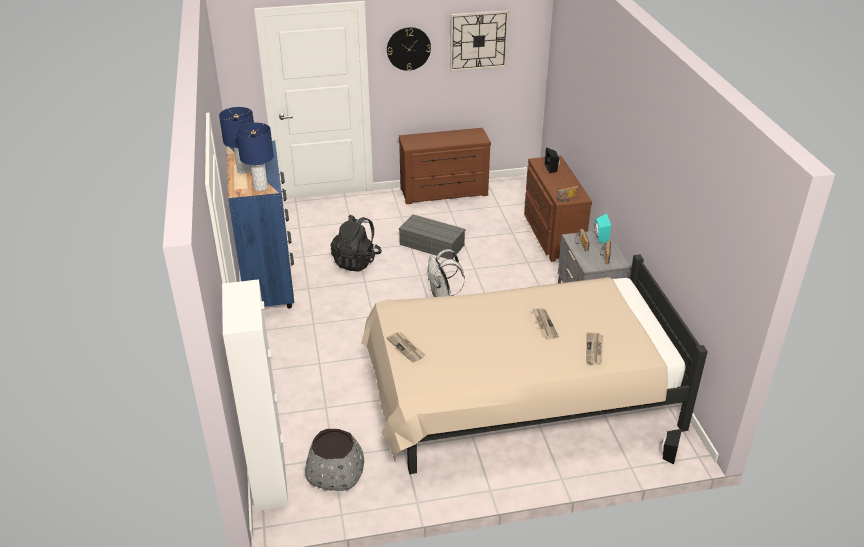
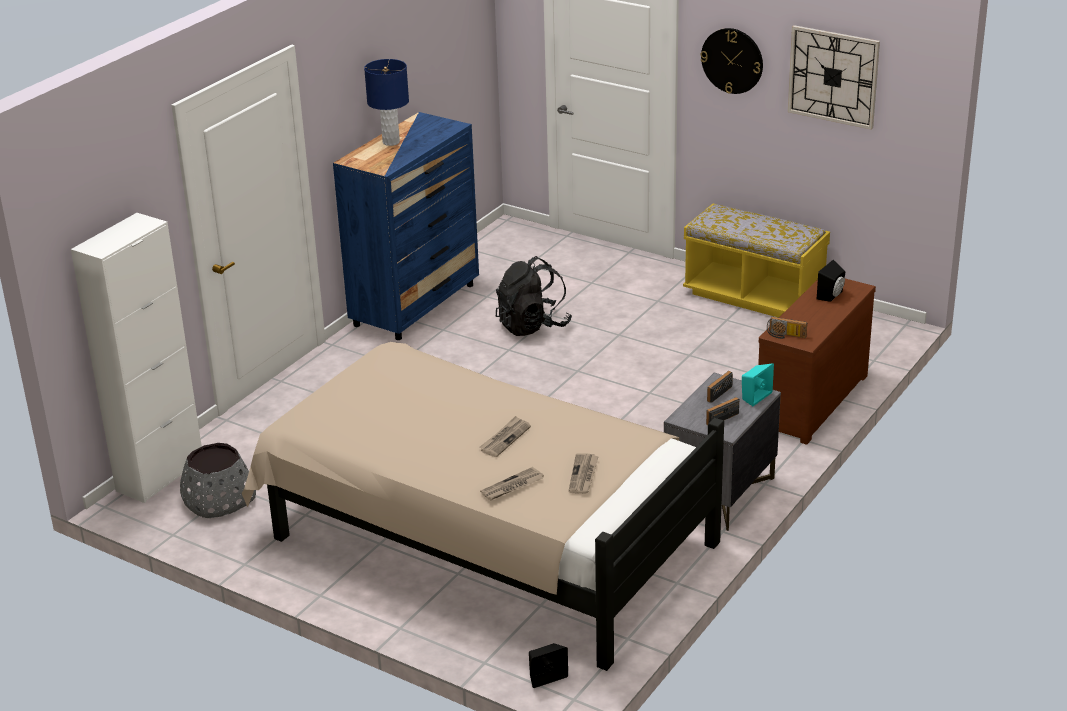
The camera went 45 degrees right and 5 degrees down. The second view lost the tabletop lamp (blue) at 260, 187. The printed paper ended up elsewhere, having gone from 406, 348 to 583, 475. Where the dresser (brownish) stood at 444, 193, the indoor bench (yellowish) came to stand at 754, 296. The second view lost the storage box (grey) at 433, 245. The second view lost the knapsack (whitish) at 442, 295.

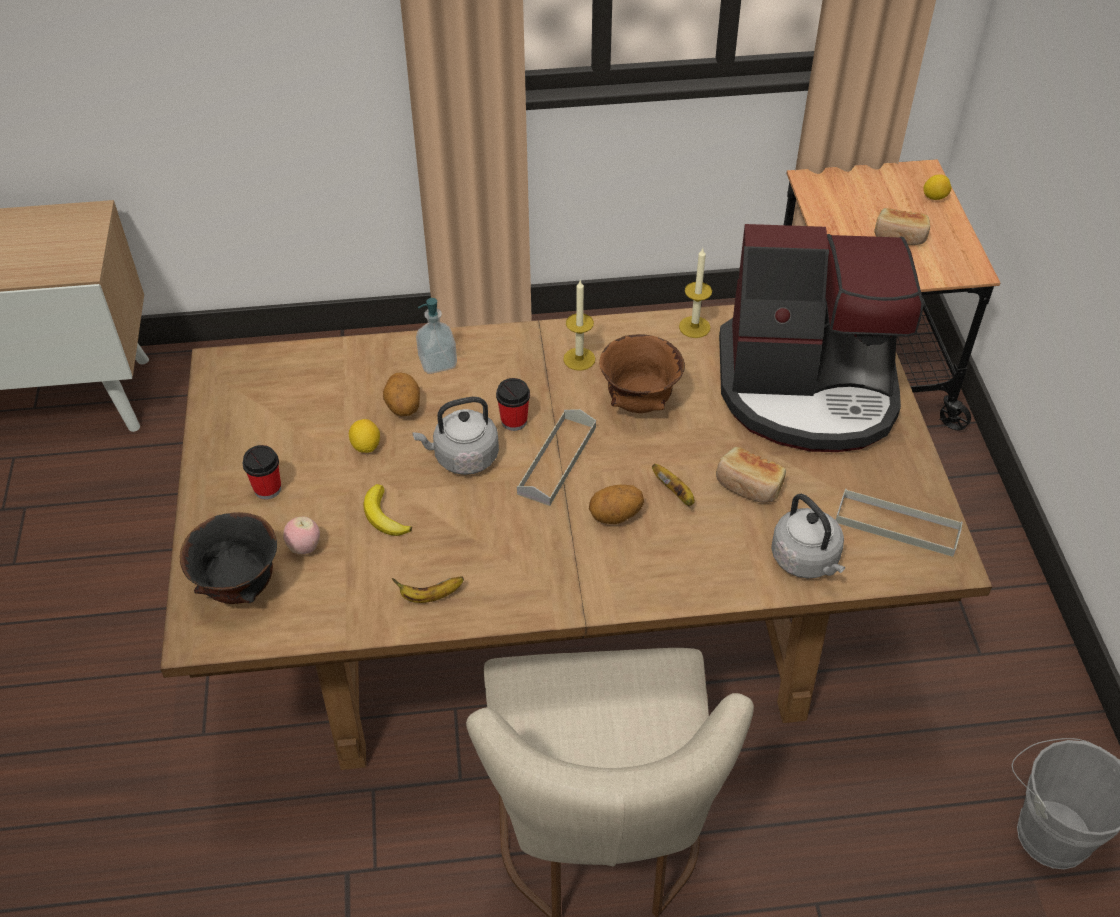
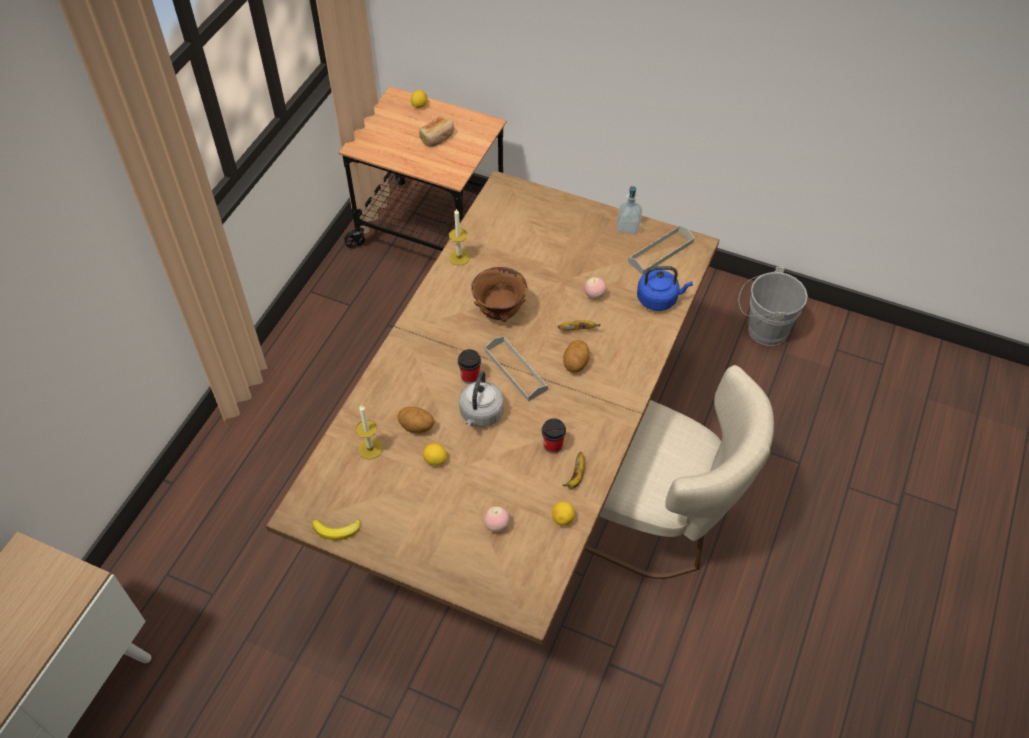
The camera went 60 degrees left and 5 degrees up. The second view lost the serving bowl (black) at 240, 589. The small cup ended up elsewhere, having gone from 267, 489 to 553, 445. The banana ended up elsewhere, having gone from 384, 516 to 337, 530. The liquid soap bottle ended up elsewhere, having gone from 438, 362 to 628, 226. The candle ended up elsewhere, having gone from 579, 359 to 370, 449. Where the bread stood at 748, 486, the apple came to stand at 594, 296. The second view lost the coffee maker at 808, 390. What was the water kettle (grey) at 807, 560 turned into the water kettle (blue) at 659, 299. The second view gained the citrus fruit at 562, 518.

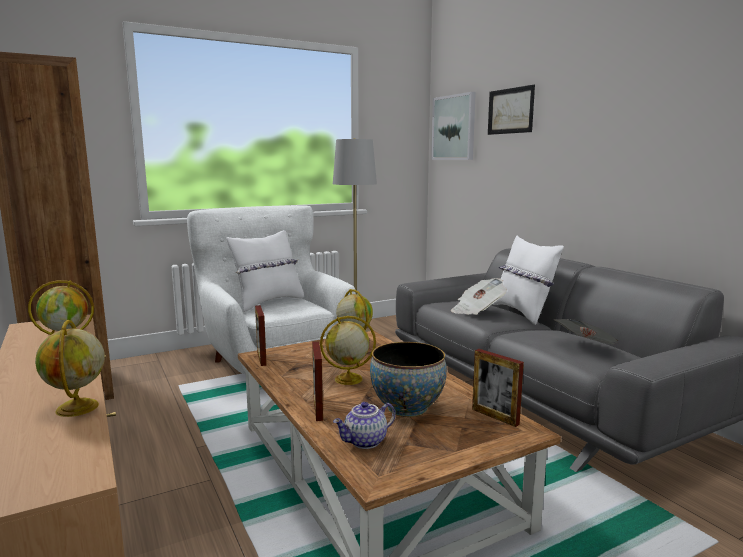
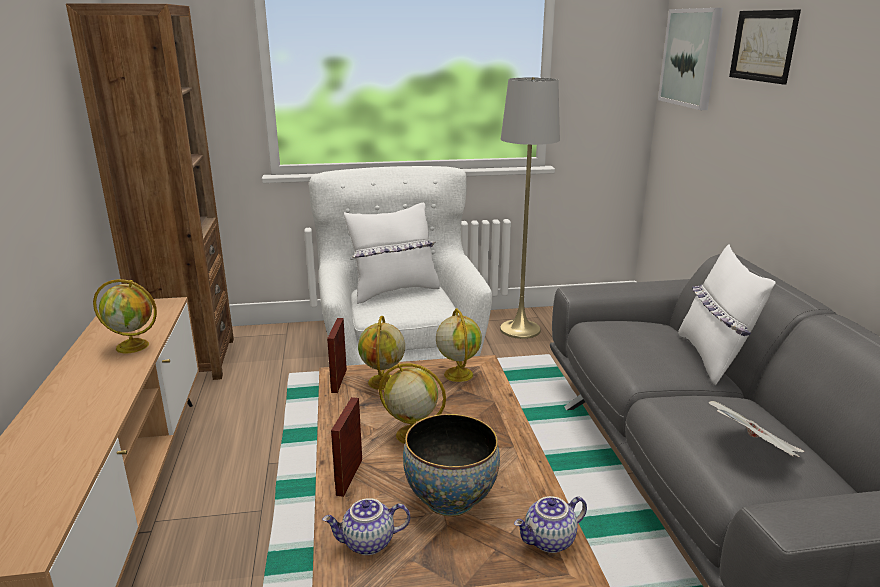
The camera went 20 degrees right and 10 degrees up. The world globe ended up elsewhere, having gone from 77, 408 to 383, 382. The second view lost the printed paper at 477, 310. Where the picture frame stood at 495, 416, the pot for tea came to stand at 549, 541.

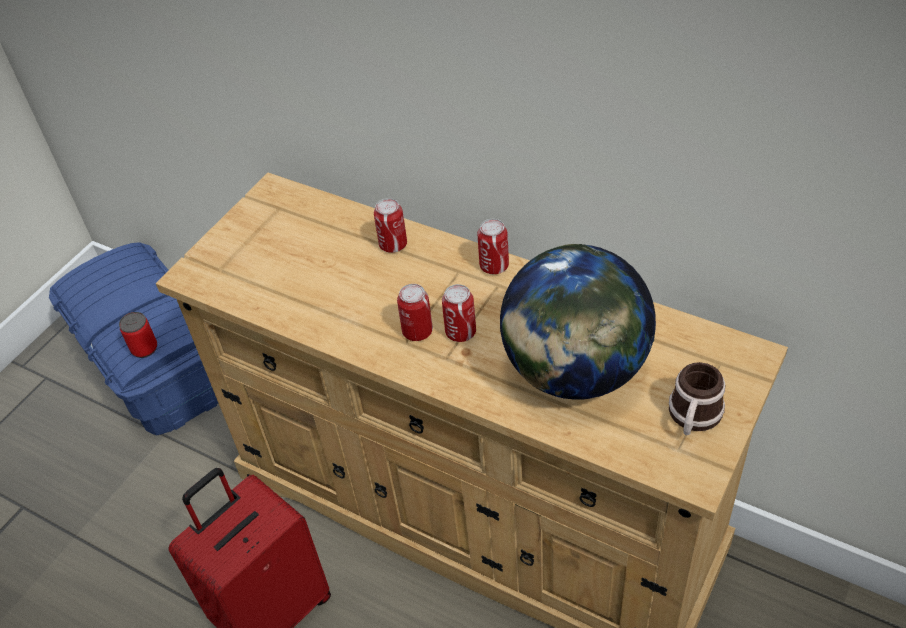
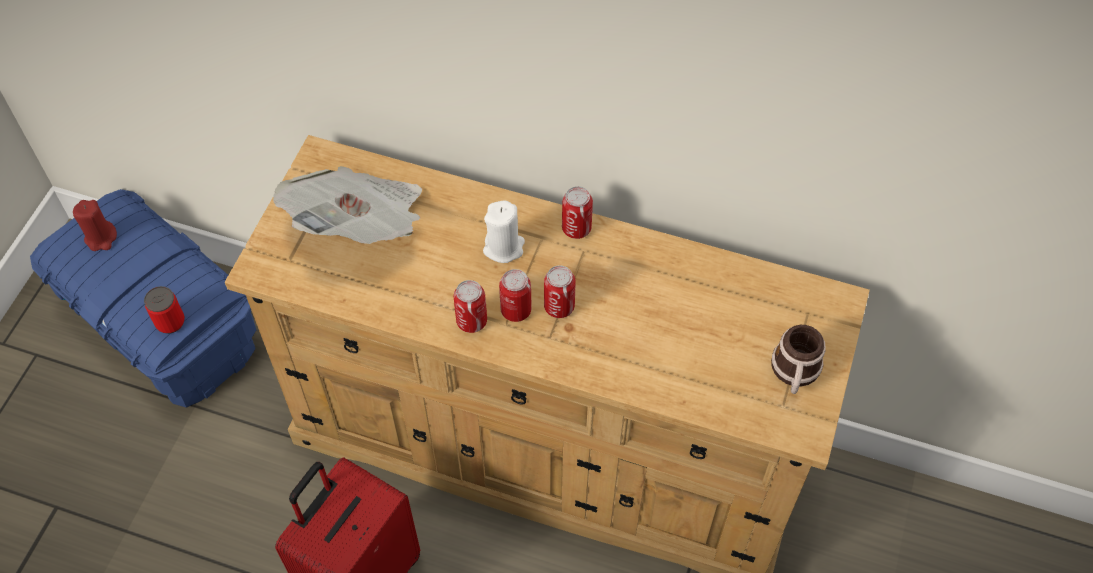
The camera went 15 degrees left and 10 degrees up. The can ended up elsewhere, having gone from 393, 245 to 471, 321. The second view lost the world globe at 574, 371. The second view gained the candle (reddish) at 101, 238. The second view gained the printed paper at 360, 225. The second view gained the candle (whitish) at 504, 247.

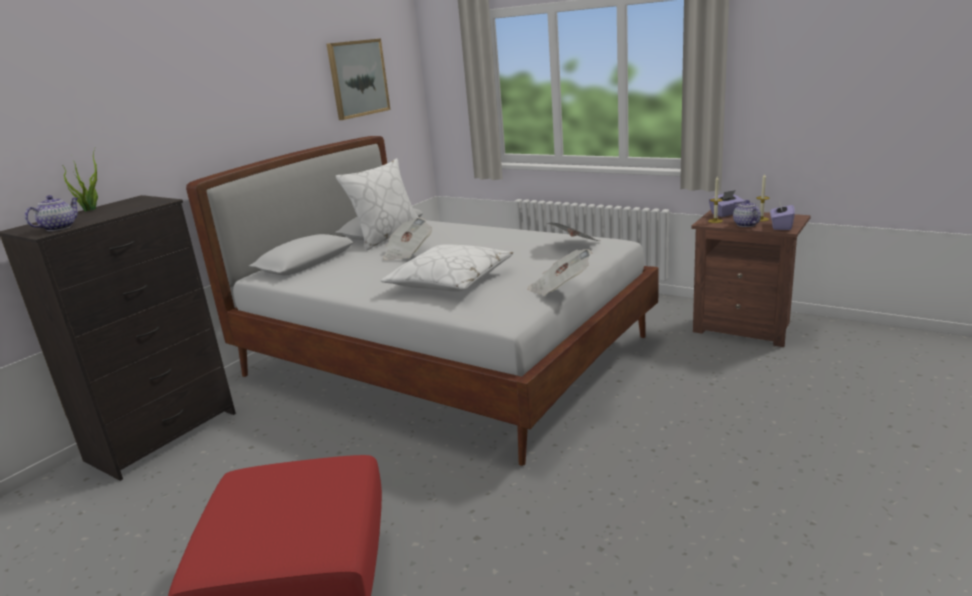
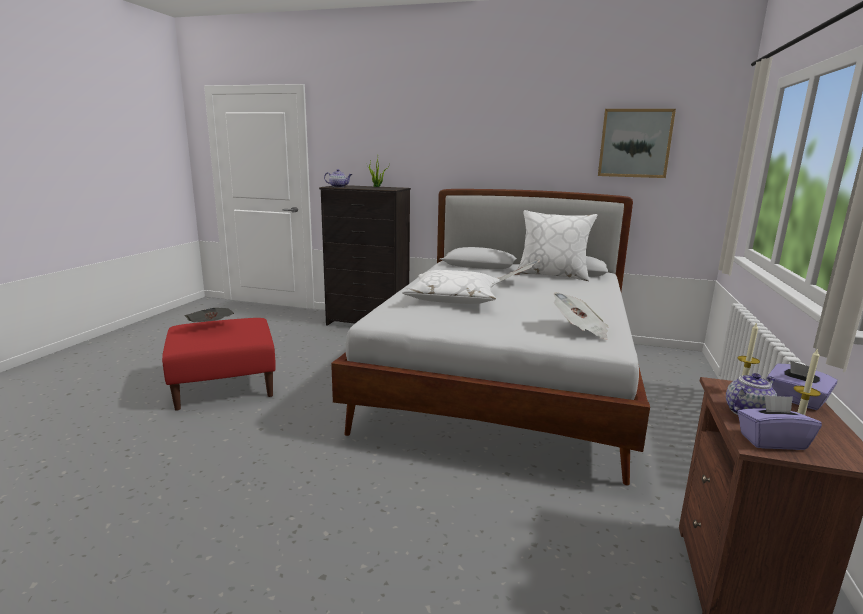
The camera went 70 degrees right and 5 degrees down. The printed paper ended up elsewhere, having gone from 559, 288 to 211, 327.

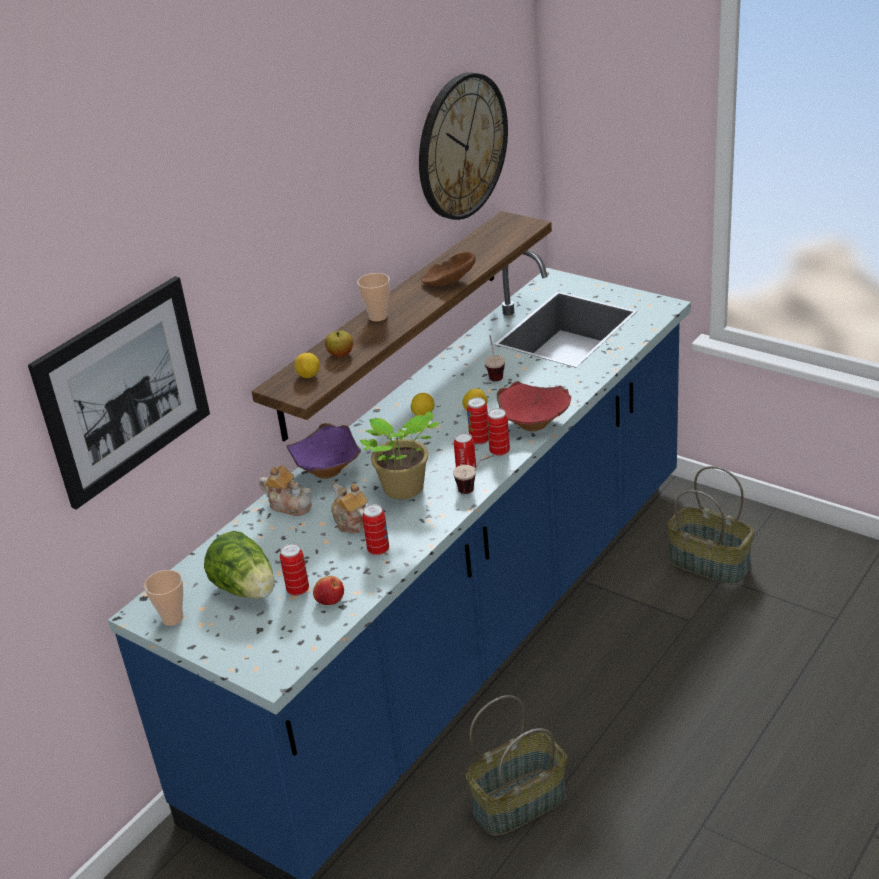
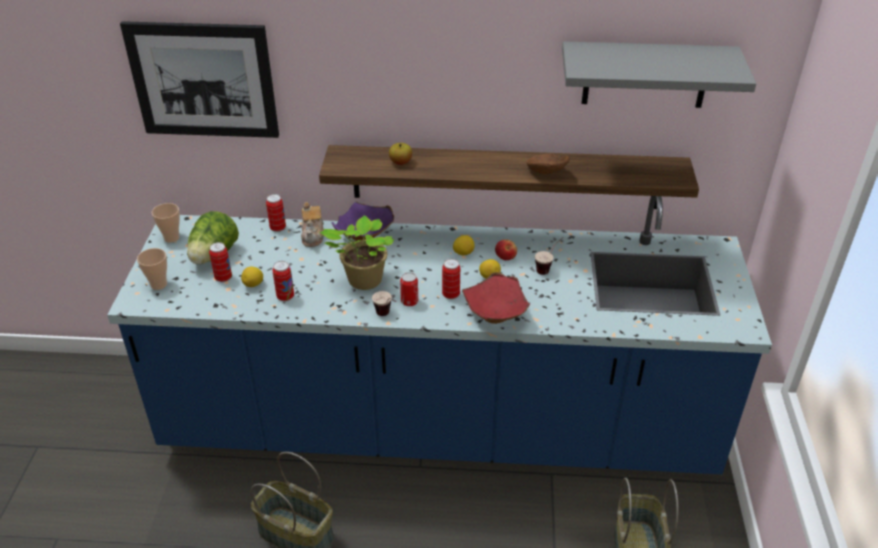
The camera went 55 degrees right and 5 degrees up. The citrus fruit ended up elsewhere, having gone from 308, 376 to 253, 284. The apple ended up elsewhere, having gone from 330, 599 to 505, 256. The second view lost the pot for tea at 351, 522. The small cup ended up elsewhere, having gone from 378, 317 to 159, 284. Where the clock on the wall hung at 461, 146, the wall shelf (grey) came to hang at 645, 75. The can ended up elsewhere, having gone from 499, 451 to 278, 228.

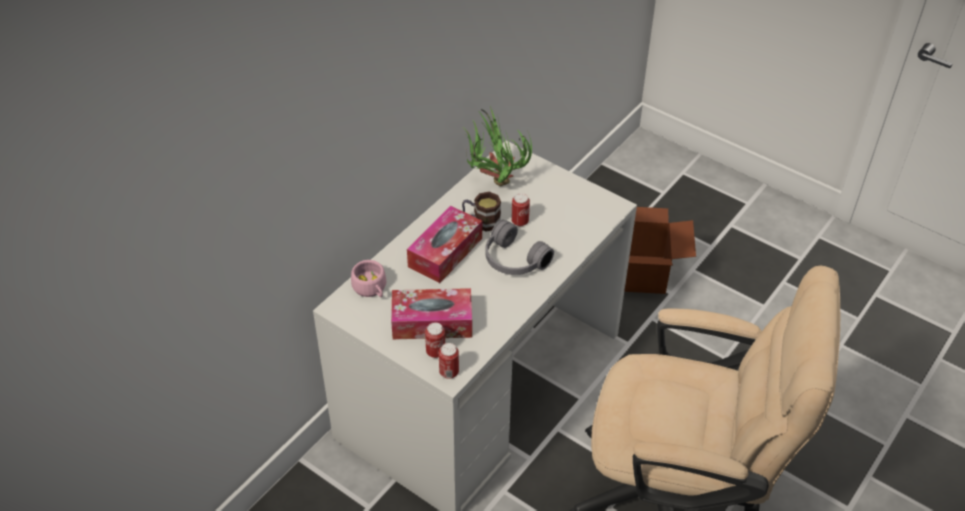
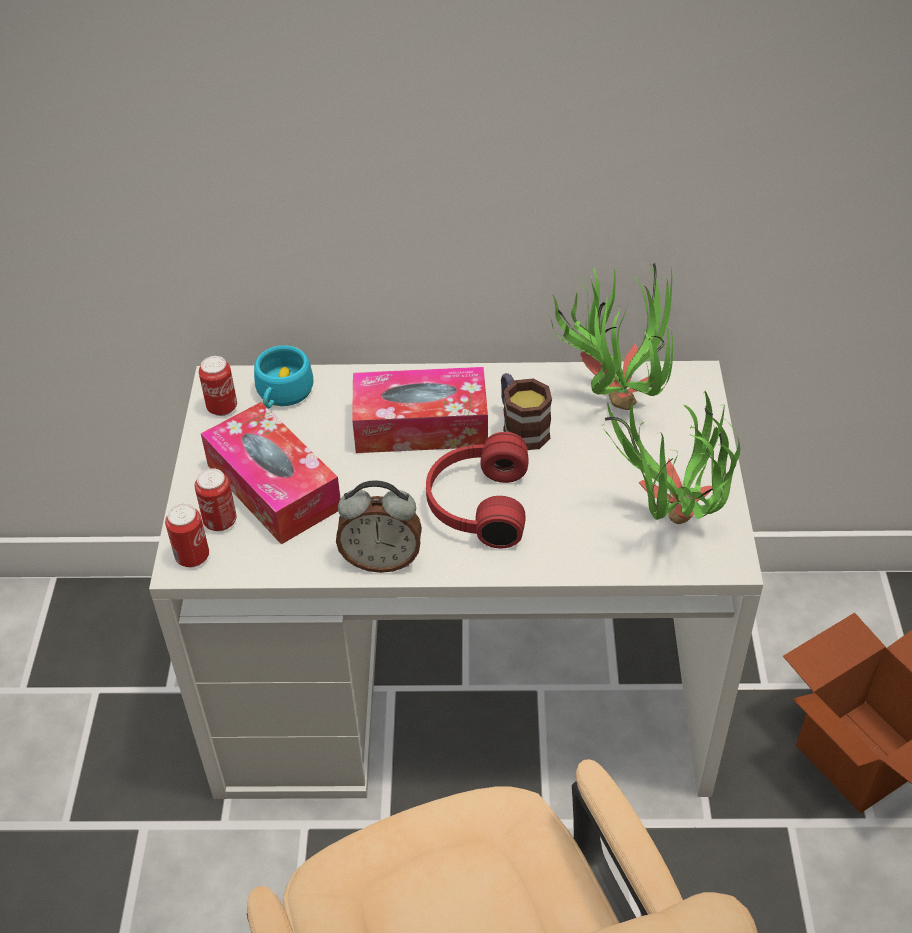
The camera went 55 degrees right and 0 degrees up. What was the small cup (pink) at 371, 288 turned into the small cup (turquoise-coloured) at 282, 394. What was the headset (grey) at 512, 261 turned into the headset (reddish) at 476, 504. The can ended up elsewhere, having gone from 520, 221 to 222, 408. The second view gained the bedside clock at 381, 560. The second view gained the potted plant at 668, 528.

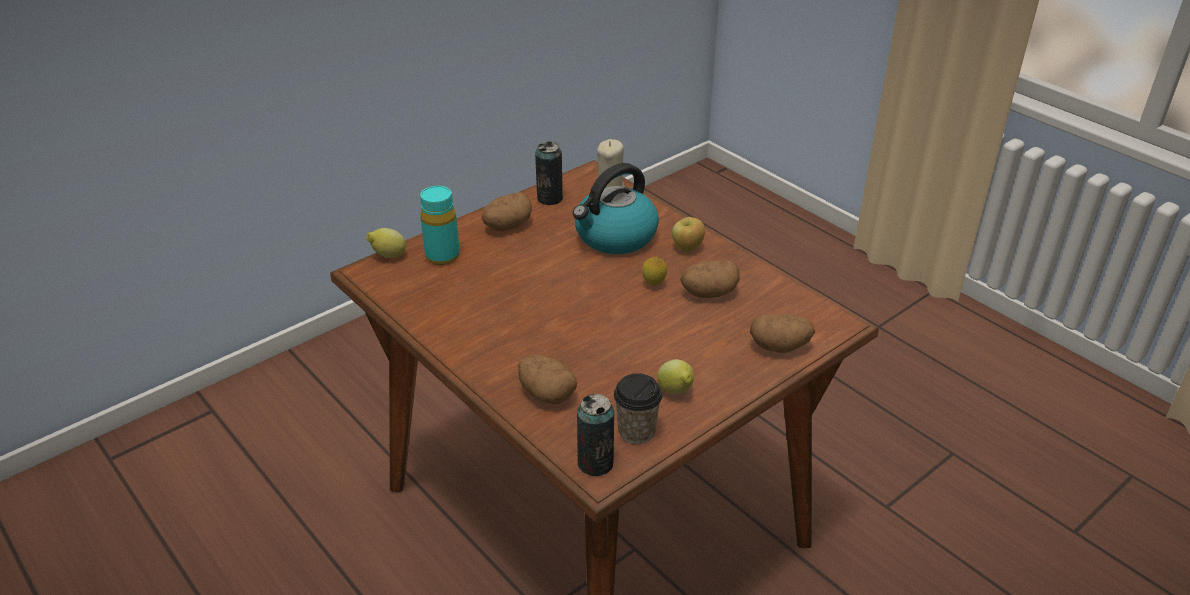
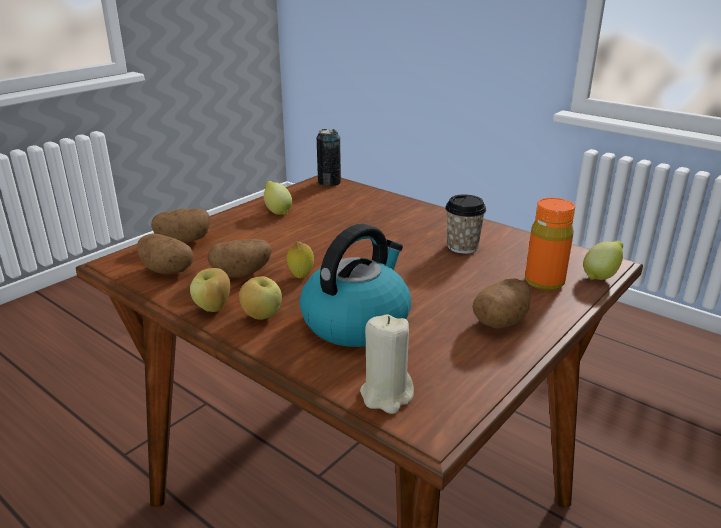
The camera went 170 degrees right and 10 degrees down. What was the beverage bottle (turquoise-coloured) at 442, 256 turned into the beverage bottle (orange) at 544, 282. The whole potato ended up elsewhere, having gone from 546, 394 to 169, 271. The second view lost the can at 550, 198. The small cup ended up elsewhere, having gone from 636, 431 to 462, 247. The second view gained the apple at 213, 308.

